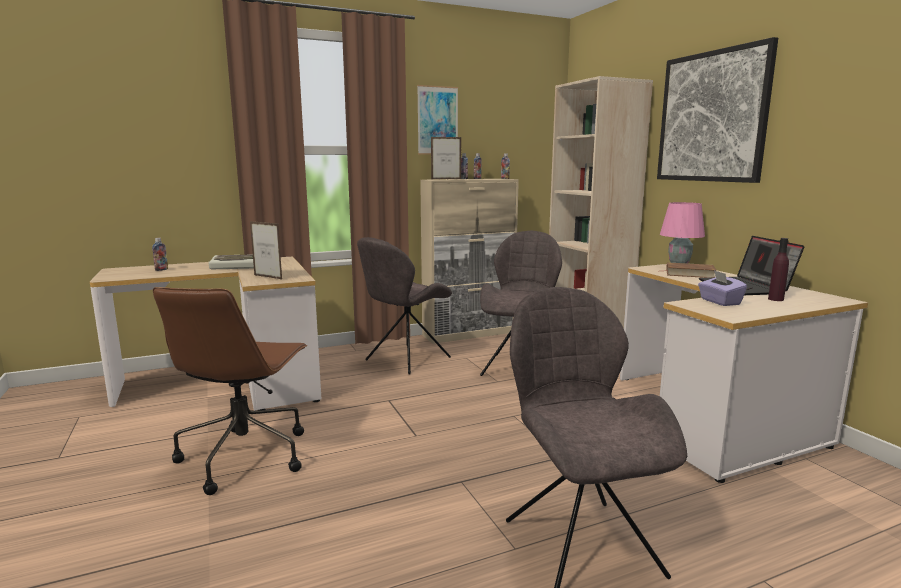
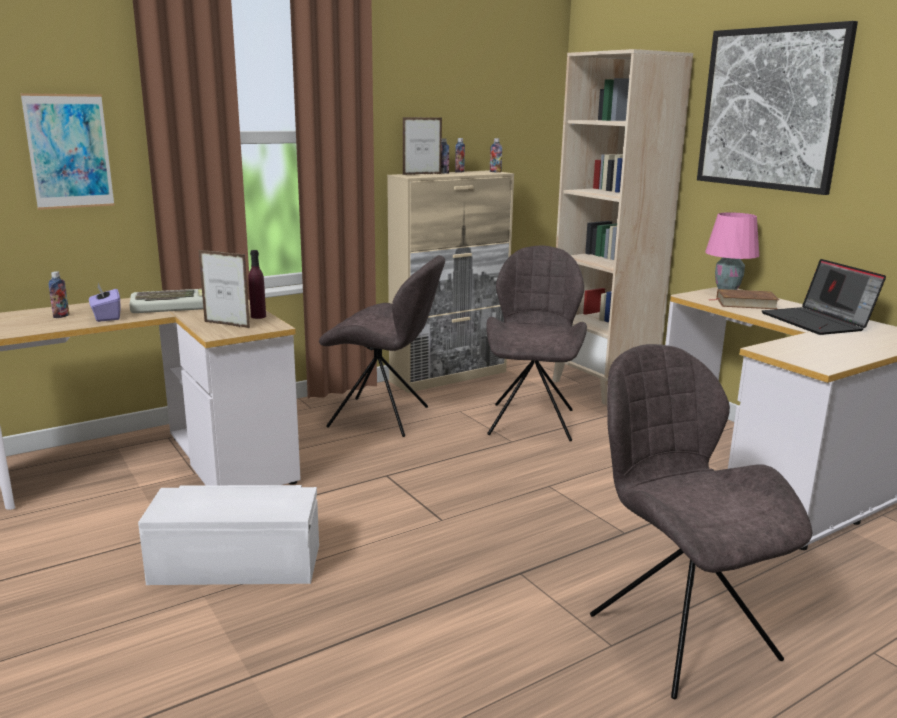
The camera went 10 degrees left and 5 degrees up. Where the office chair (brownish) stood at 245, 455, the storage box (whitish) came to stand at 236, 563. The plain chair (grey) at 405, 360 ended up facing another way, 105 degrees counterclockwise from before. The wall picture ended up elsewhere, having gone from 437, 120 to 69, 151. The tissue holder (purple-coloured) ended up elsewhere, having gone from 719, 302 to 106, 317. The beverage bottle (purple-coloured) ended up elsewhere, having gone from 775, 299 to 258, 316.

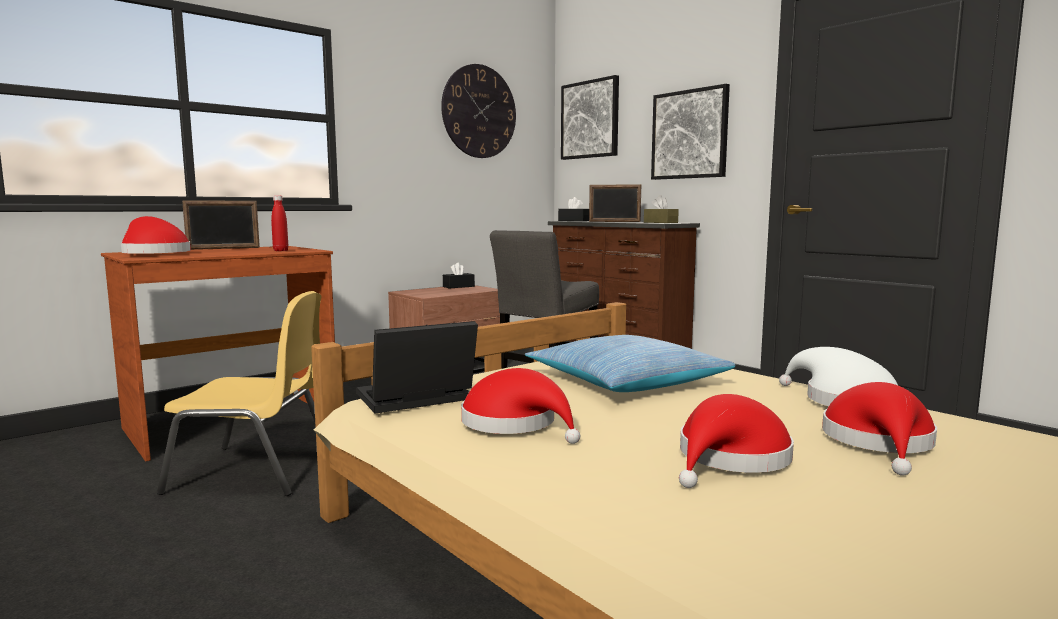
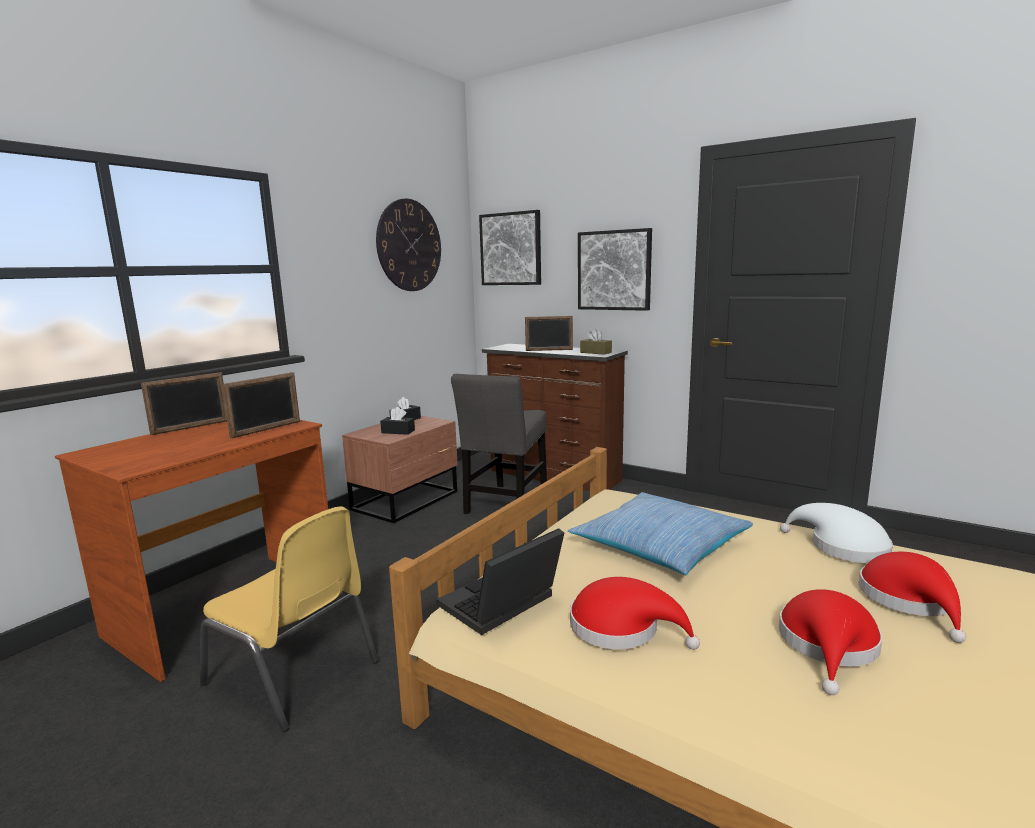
The camera went 15 degrees left and 5 degrees up. The second view lost the wearable hat (reddish) at 153, 254. The plain chair (yellowish) at 255, 471 ended up facing another way, 45 degrees clockwise from before. Where the beverage bottle (reddish) stood at 280, 250, the picture frame came to stand at 266, 429. The tissue holder (black) ended up elsewhere, having gone from 573, 221 to 398, 431.

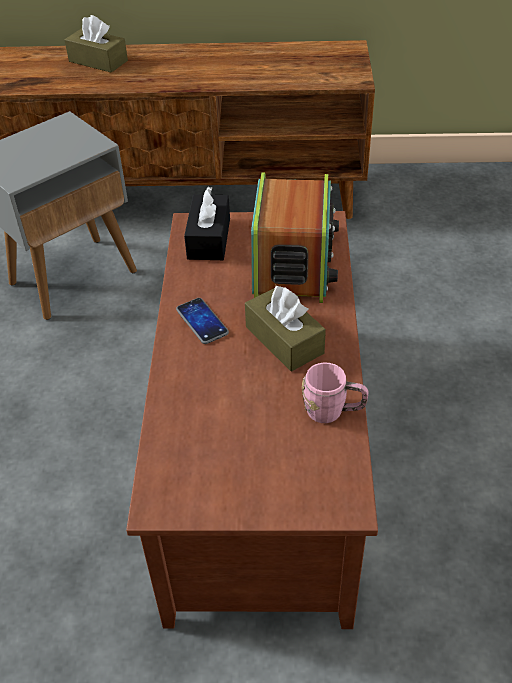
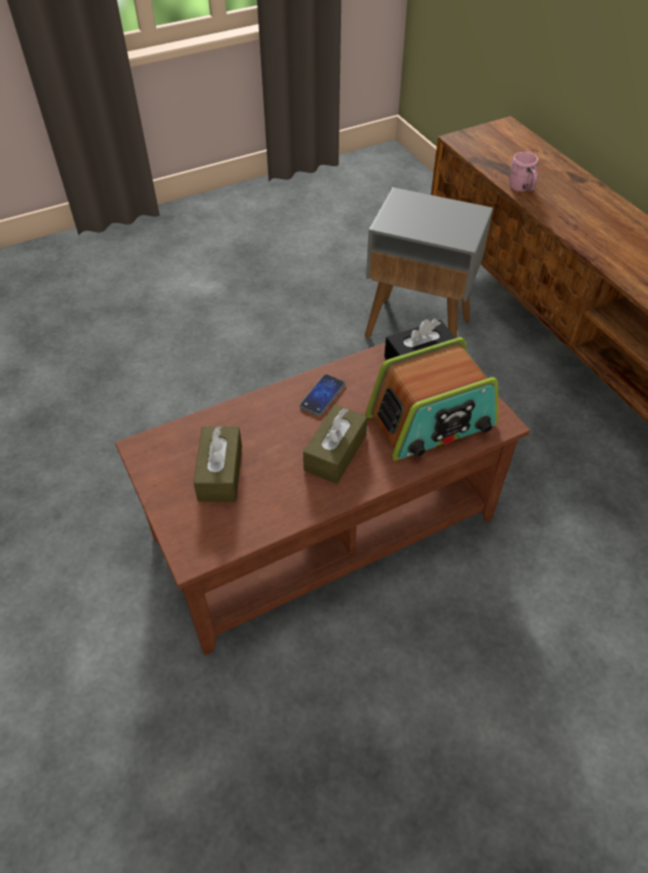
The camera went 60 degrees right and 5 degrees up. The tissue holder (brownish) ended up elsewhere, having gone from 98, 61 to 220, 473. The mug (pink) ended up elsewhere, having gone from 333, 411 to 522, 189.

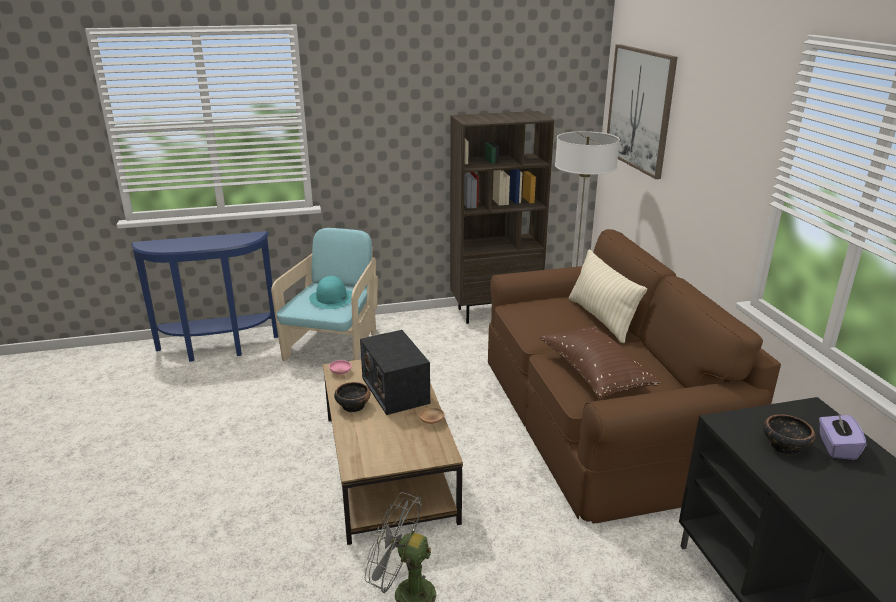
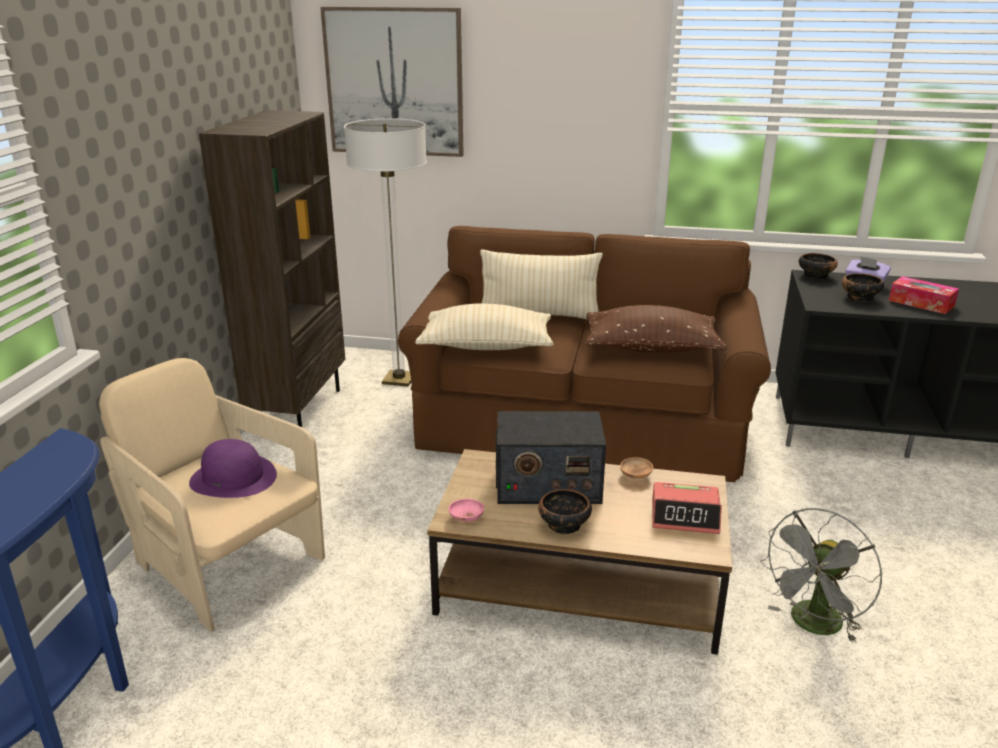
The camera went 65 degrees left and 0 degrees up. What was the lounge chair (turquoise-coloured) at 334, 346 turned into the lounge chair (sand-coloured) at 227, 565. What was the wearable hat (turquoise-coloured) at 331, 298 turned into the wearable hat (purple-coloured) at 233, 478. The second view gained the throw pillow (sand-coloured) at 486, 346. The second view gained the bedside clock at 685, 516. The second view gained the serving bowl at 815, 276. The second view gained the tissue holder at 921, 303.

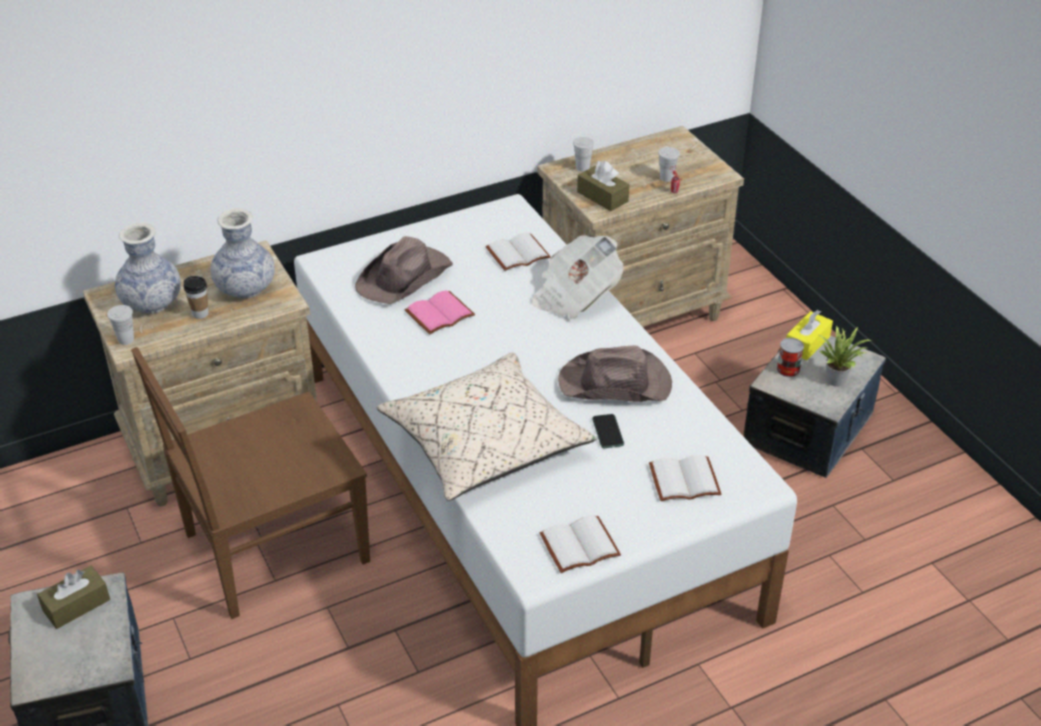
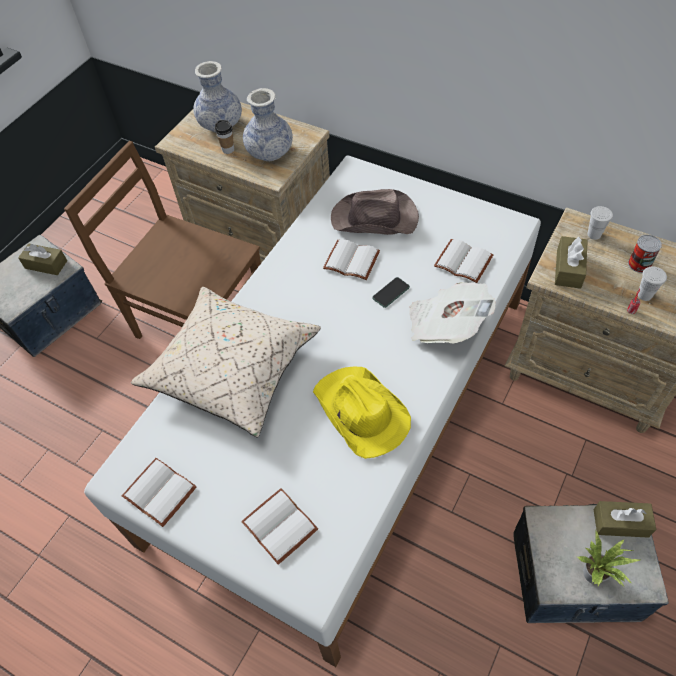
The camera went 60 degrees right and 15 degrees up. The second view lost the small cup (whitish) at 126, 339. What was the volume (pink) at 439, 315 turned into the volume (whitish) at 350, 261. What was the wearable hat (brownish) at 616, 384 turned into the wearable hat (yellowish) at 361, 413. The phone ended up elsewhere, having gone from 608, 432 to 391, 293. The can ended up elsewhere, having gone from 788, 369 to 639, 264. What was the tissue holder (yellowish) at 807, 343 turned into the tissue holder (brownish) at 620, 523.

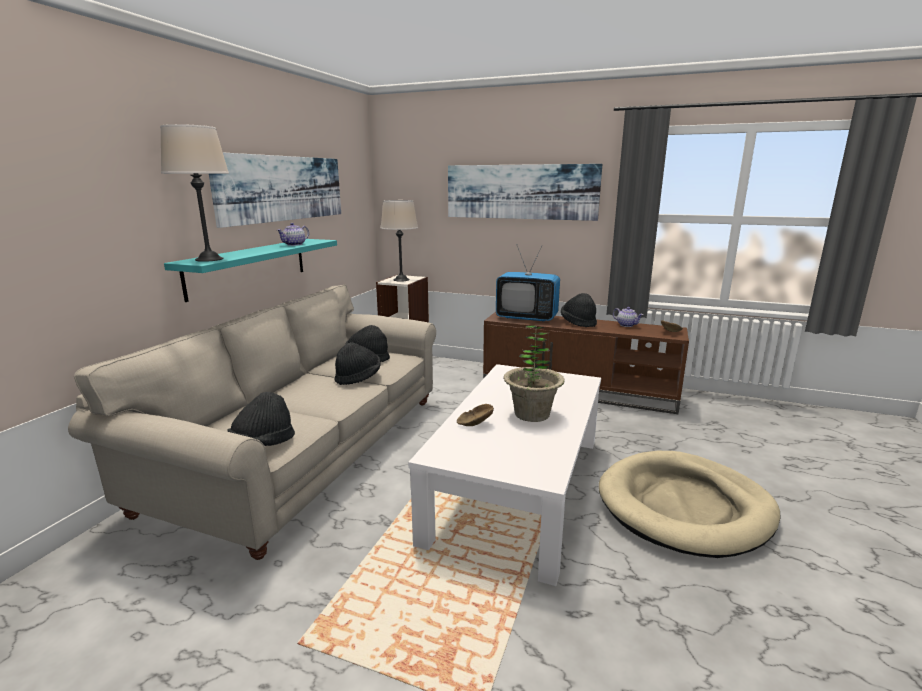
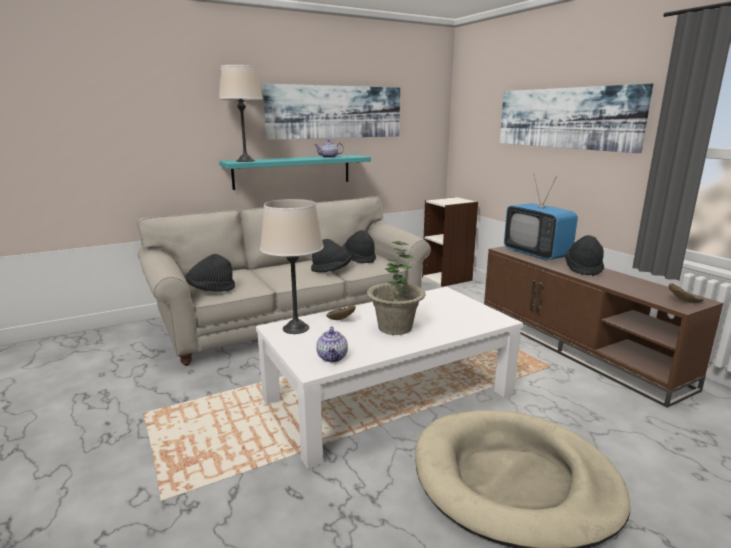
The camera went 40 degrees right and 0 degrees up. The tabletop lamp (sand-coloured) ended up elsewhere, having gone from 401, 279 to 296, 328. The pot for tea ended up elsewhere, having gone from 627, 325 to 332, 357.

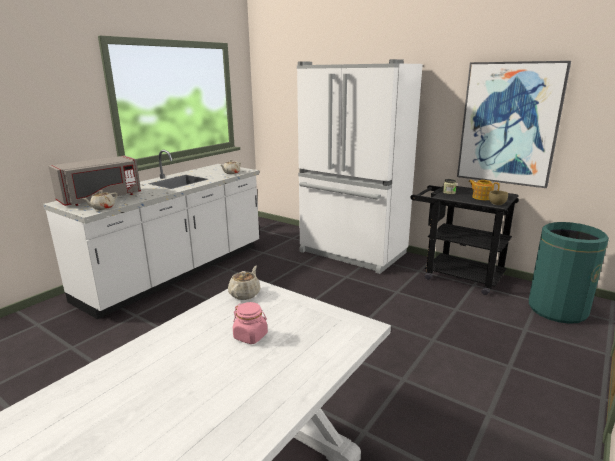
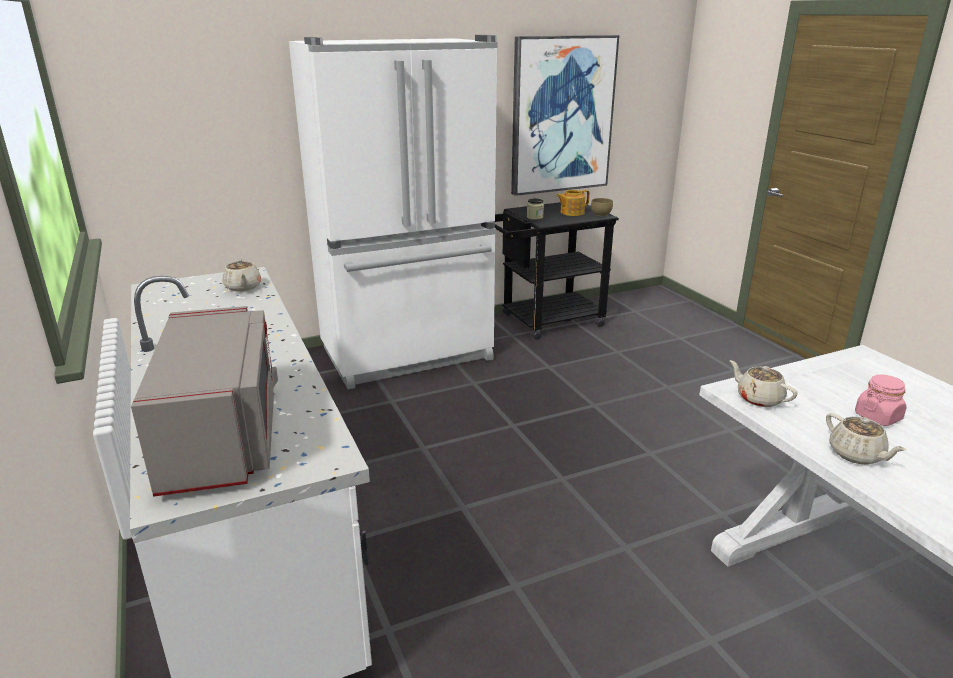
The camera went 60 degrees left and 5 degrees up. The pot for tea (sand-coloured) ended up elsewhere, having gone from 102, 208 to 856, 455. The second view lost the trash can (greenish) at 557, 309.

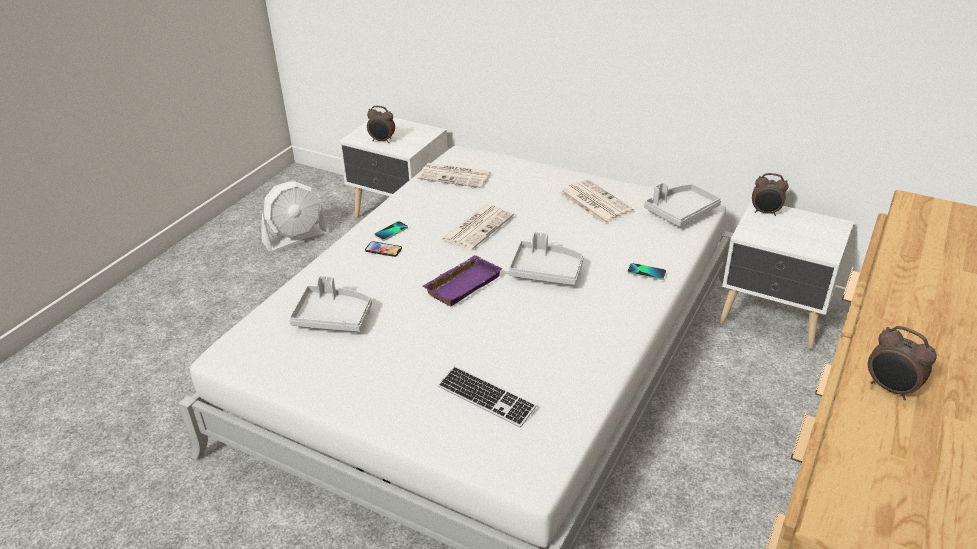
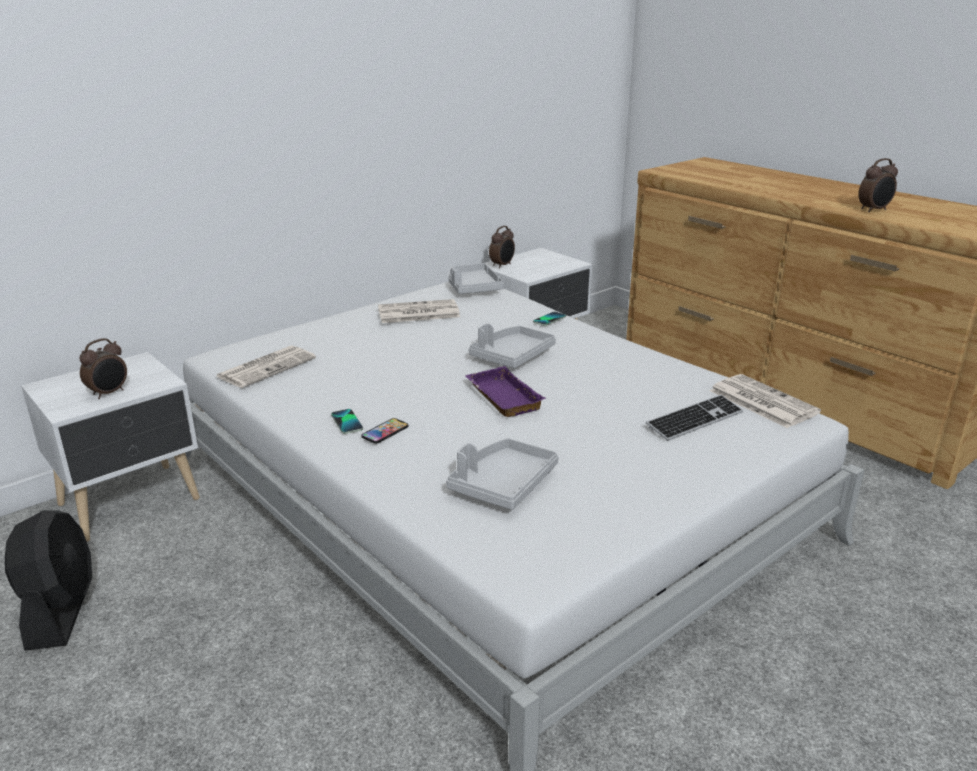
The camera went 70 degrees left and 10 degrees down. What was the cooling fan (whitish) at 296, 238 turned into the cooling fan (black) at 61, 610. The printed paper ended up elsewhere, having gone from 477, 227 to 761, 401.

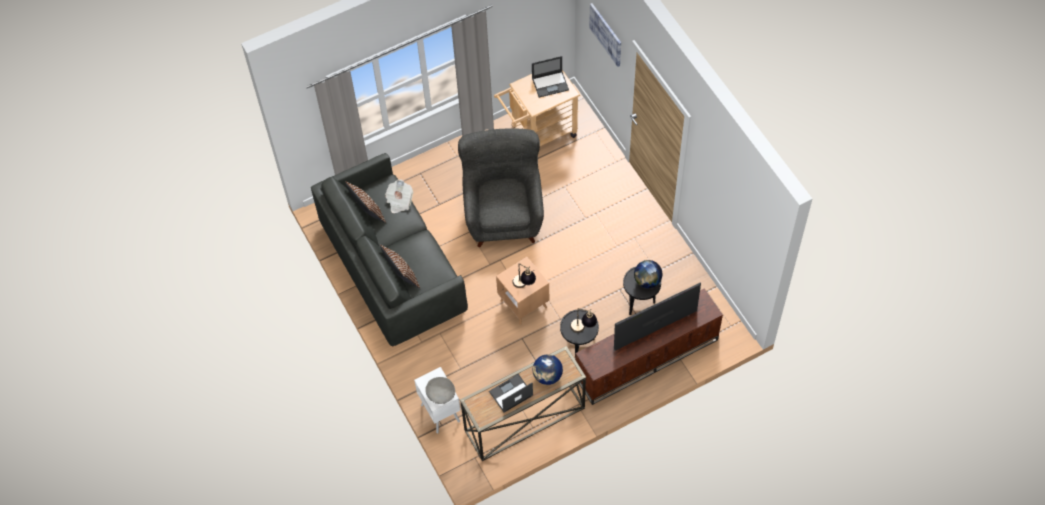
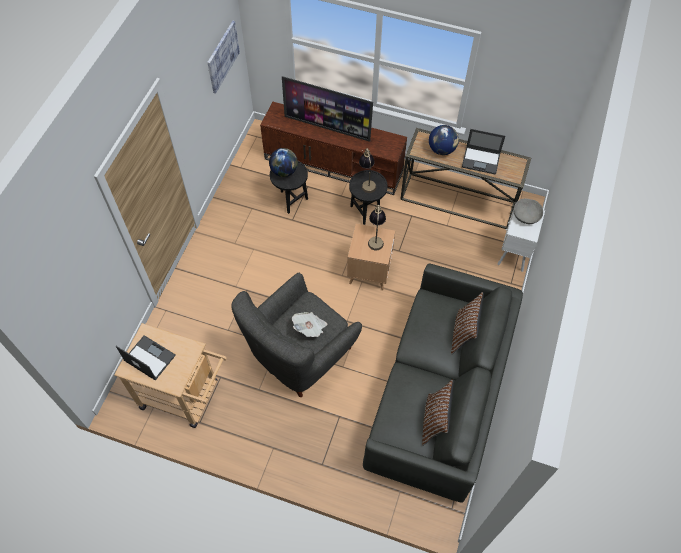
The camera went 135 degrees left and 0 degrees up. The printed paper ended up elsewhere, having gone from 399, 201 to 310, 328. The wall picture ended up elsewhere, having gone from 606, 34 to 222, 56.

